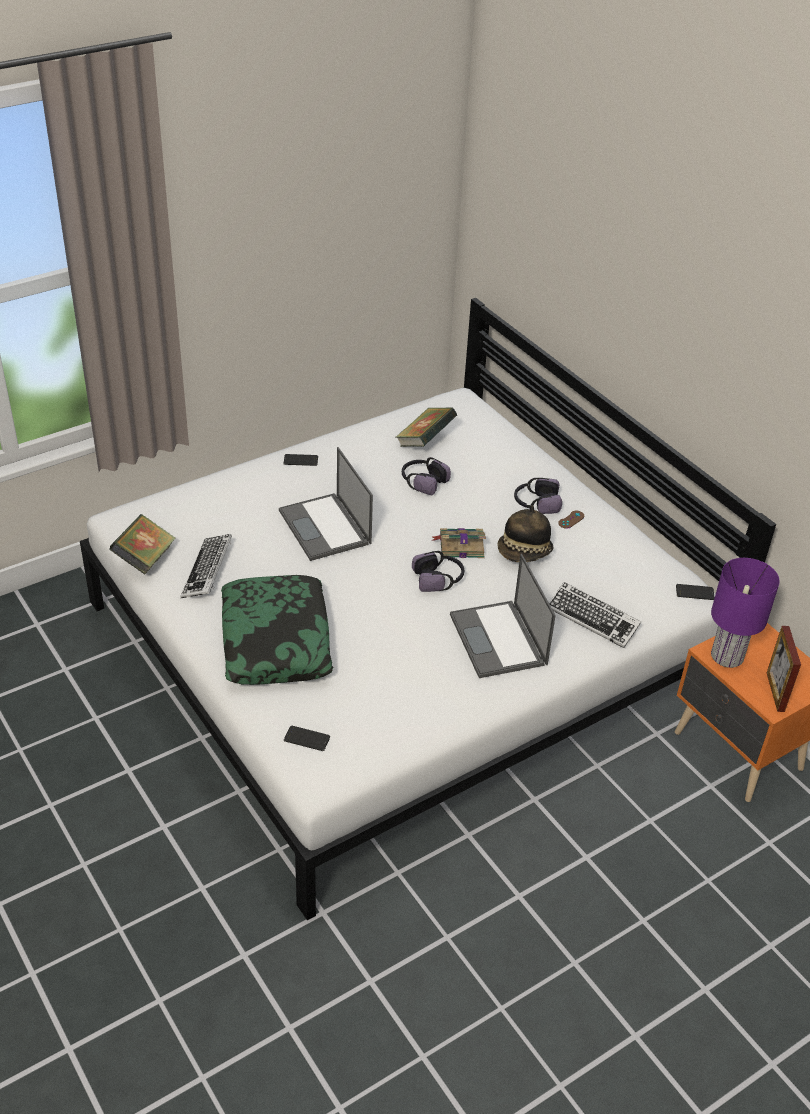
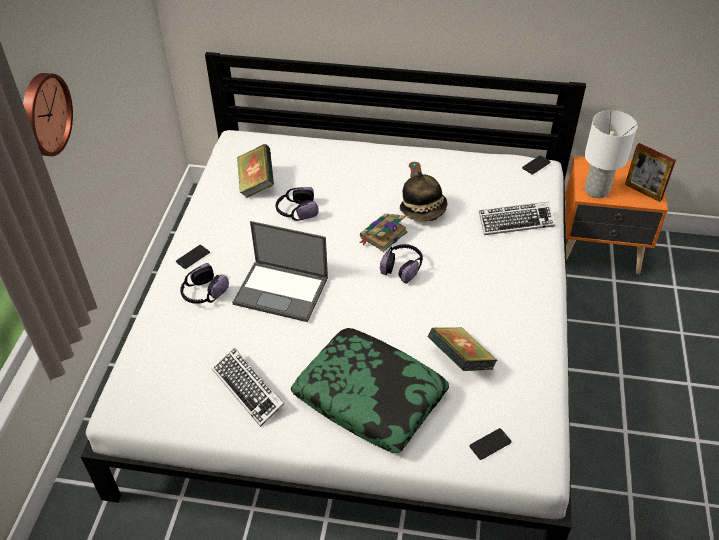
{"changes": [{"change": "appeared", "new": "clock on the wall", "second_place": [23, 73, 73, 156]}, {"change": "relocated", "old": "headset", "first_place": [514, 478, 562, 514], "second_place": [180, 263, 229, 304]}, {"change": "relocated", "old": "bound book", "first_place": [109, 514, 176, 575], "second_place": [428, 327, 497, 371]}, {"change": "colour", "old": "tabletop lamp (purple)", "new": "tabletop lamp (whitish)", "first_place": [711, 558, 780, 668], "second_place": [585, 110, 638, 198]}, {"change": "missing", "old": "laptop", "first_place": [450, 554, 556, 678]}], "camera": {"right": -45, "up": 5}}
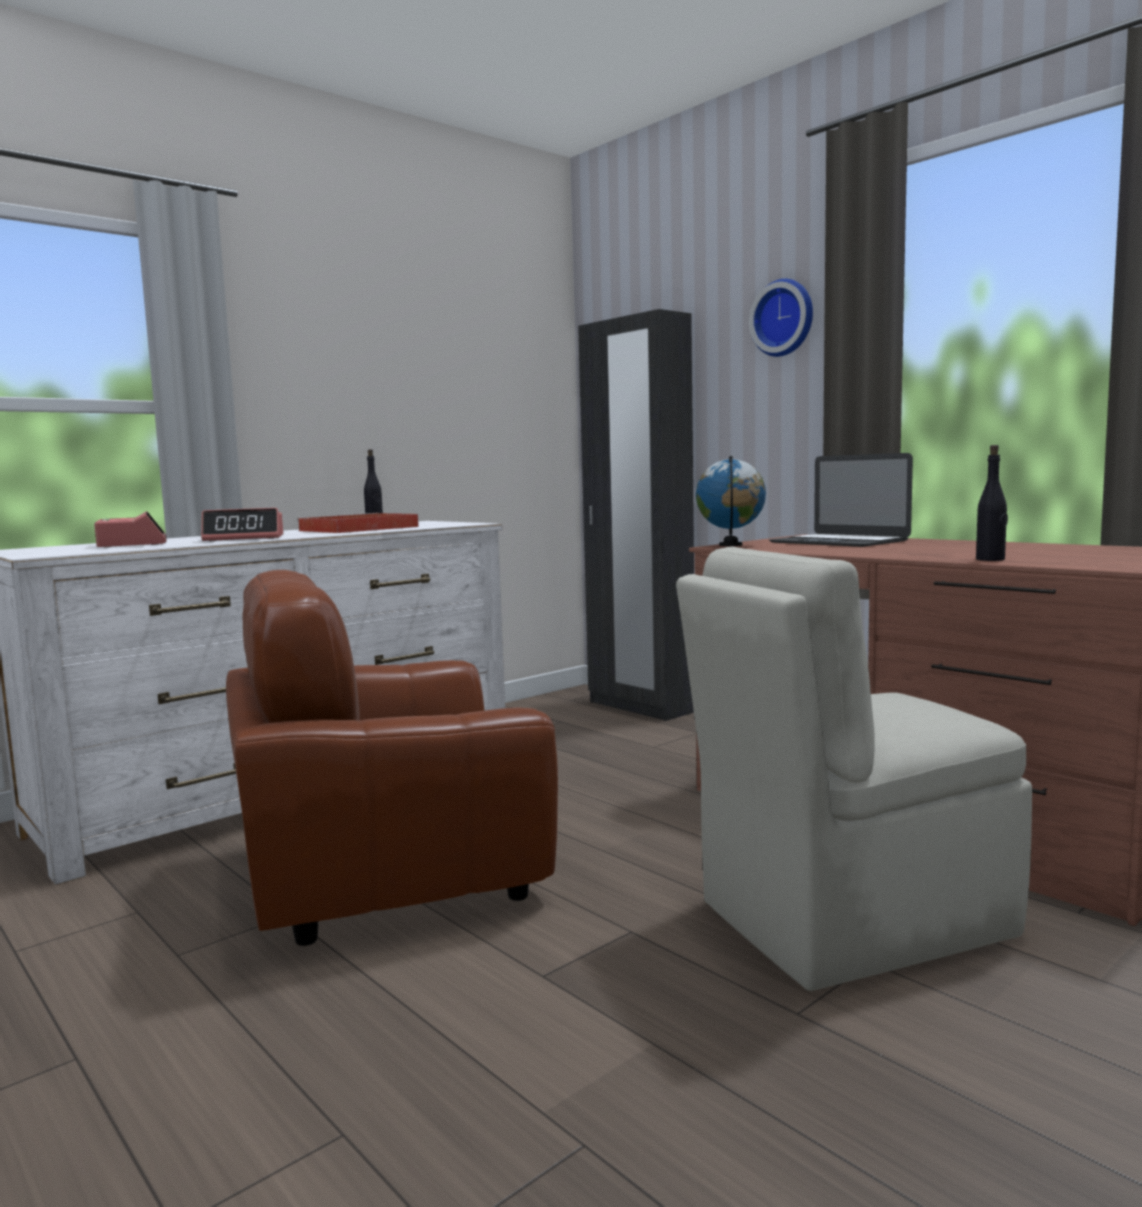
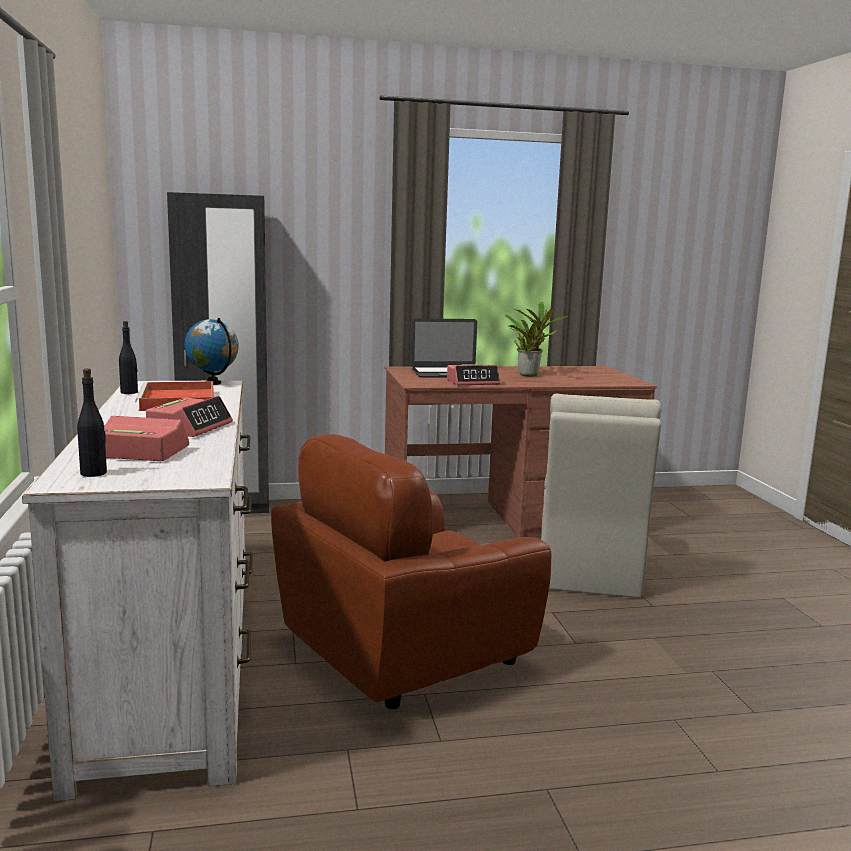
{"changes": [{"change": "relocated", "old": "drink bottle (black-coloured)", "first_place": [976, 445, 1008, 561], "second_place": [77, 368, 107, 477]}, {"change": "relocated", "old": "globe", "first_place": [696, 456, 766, 546], "second_place": [185, 318, 239, 385]}, {"change": "spun", "old": "armchair (brownish)", "first_place": [226, 570, 558, 946], "second_place": [271, 434, 551, 709], "degrees": 45}, {"change": "appeared", "new": "alarm clock", "second_place": [447, 364, 500, 385]}, {"change": "appeared", "new": "houseplant", "second_place": [505, 302, 568, 376]}, {"change": "missing", "old": "clock on the wall", "first_place": [749, 279, 813, 357]}], "camera": {"right": -60, "up": 5}}
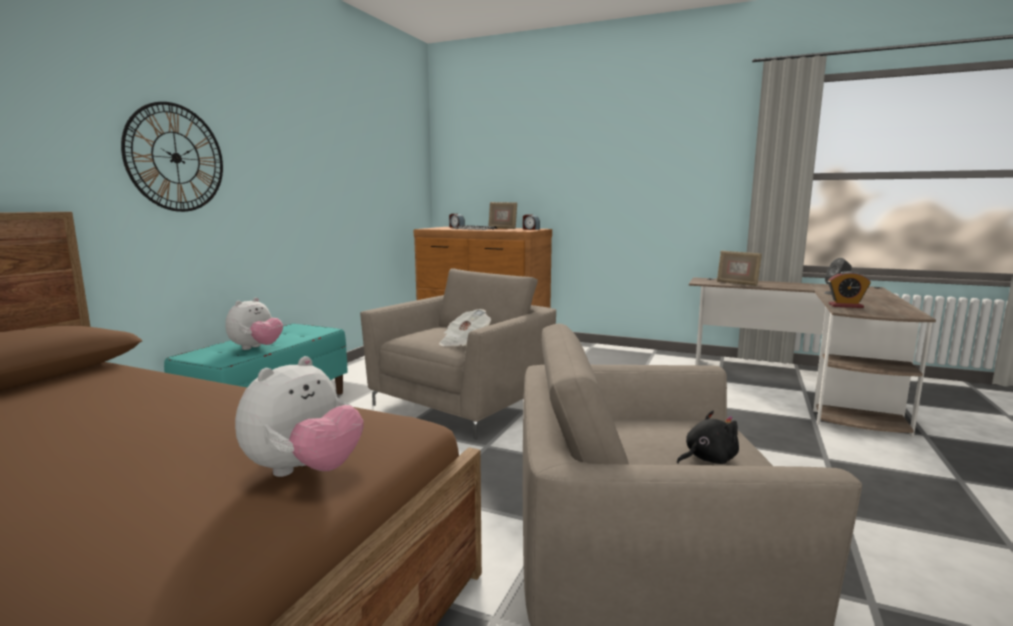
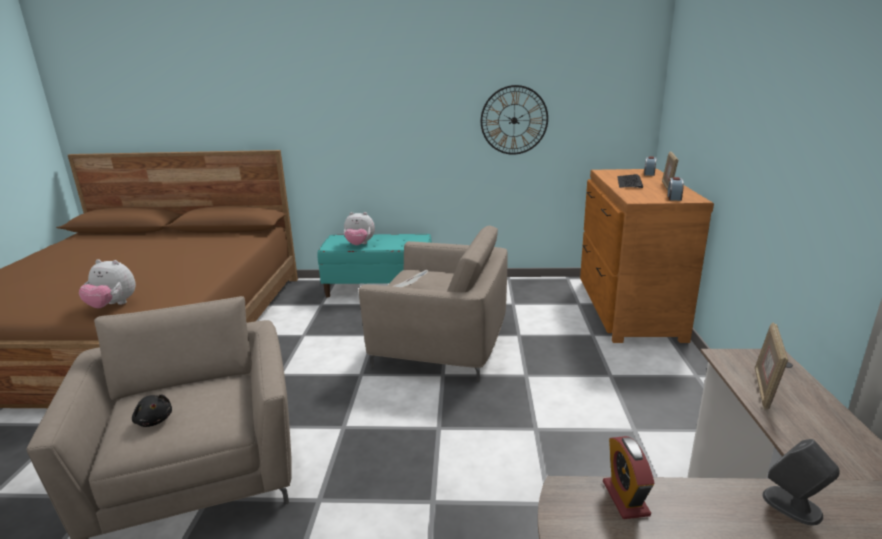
{"changes": [{"change": "relocated", "old": "clock on the wall", "first_place": [121, 102, 223, 212], "second_place": [481, 85, 548, 155]}], "camera": {"right": 70, "up": 10}}
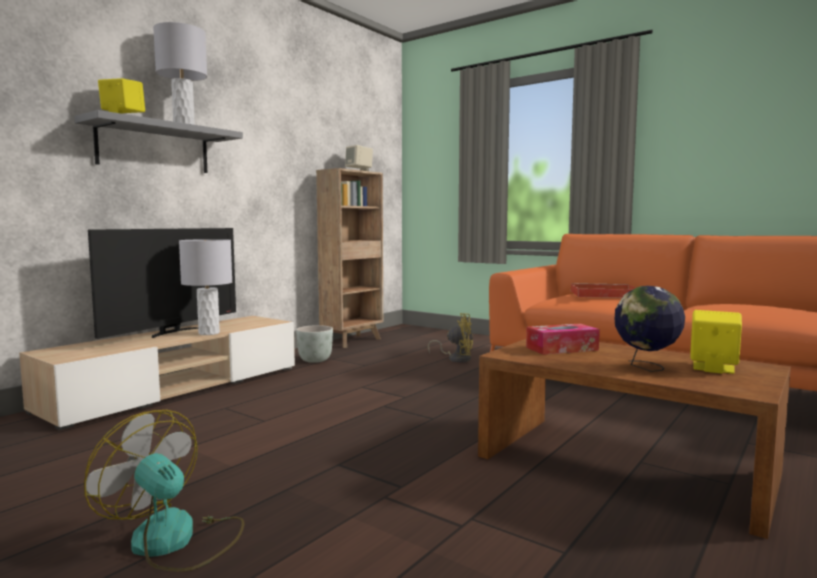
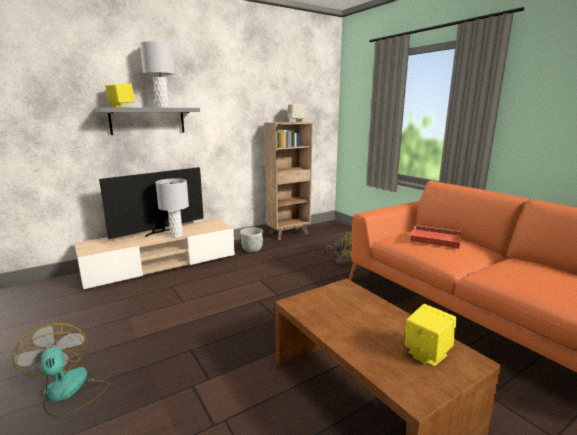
{"changes": [{"change": "missing", "old": "box of tissues", "first_place": [526, 324, 600, 355]}, {"change": "missing", "old": "globe", "first_place": [615, 286, 685, 372]}], "camera": {"right": 20, "up": 10}}
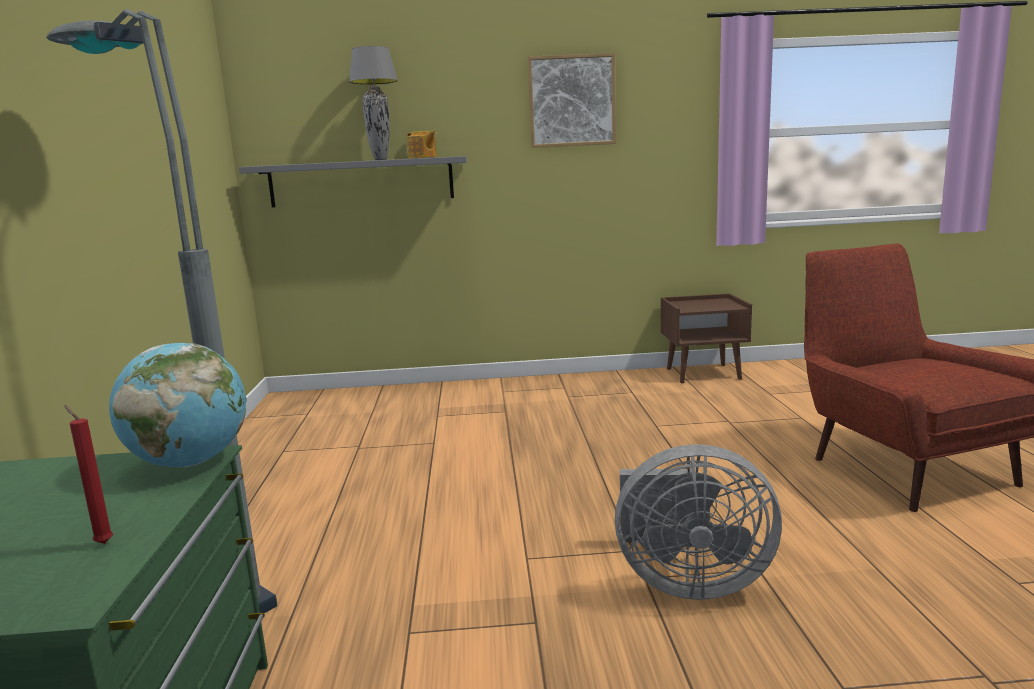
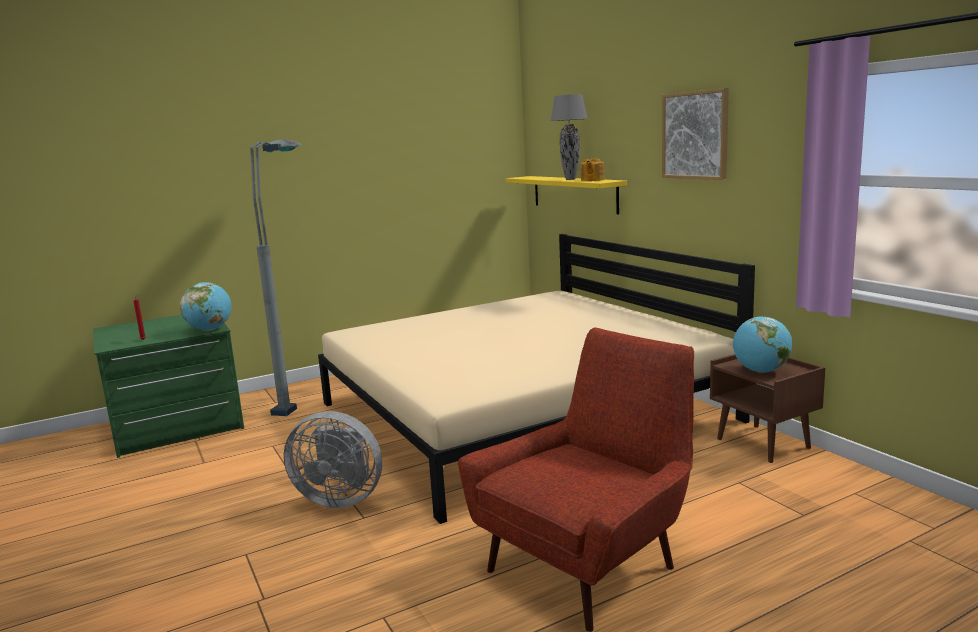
{"changes": [{"change": "spun", "old": "electric fan (greyish)", "first_place": [615, 444, 782, 600], "second_place": [284, 411, 382, 508], "degrees": -60}, {"change": "appeared", "new": "bed (beige-coloured)", "second_place": [318, 234, 755, 524]}, {"change": "colour", "old": "wall shelf (greyish)", "new": "wall shelf (yellow)", "first_place": [239, 156, 467, 207], "second_place": [506, 176, 627, 214]}, {"change": "appeared", "new": "globe", "second_place": [733, 316, 792, 373]}], "camera": {"right": 65, "up": 0}}
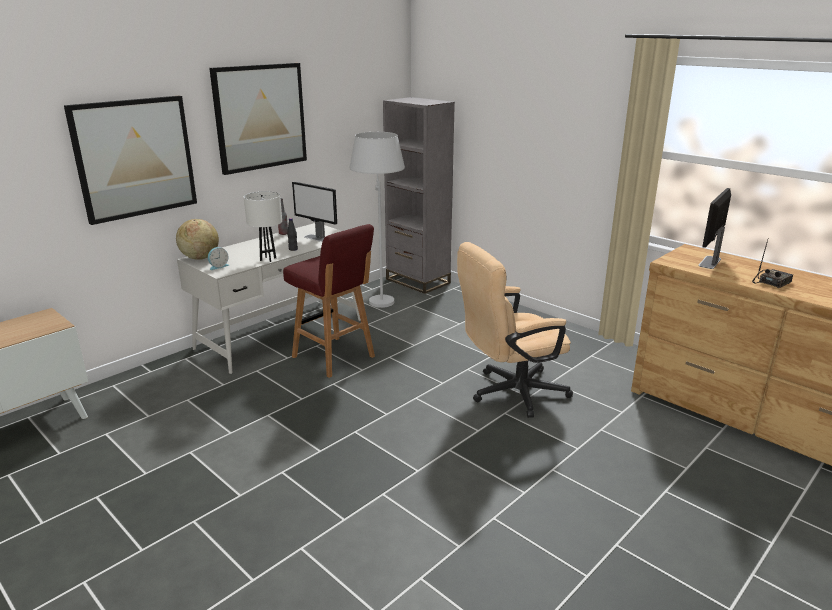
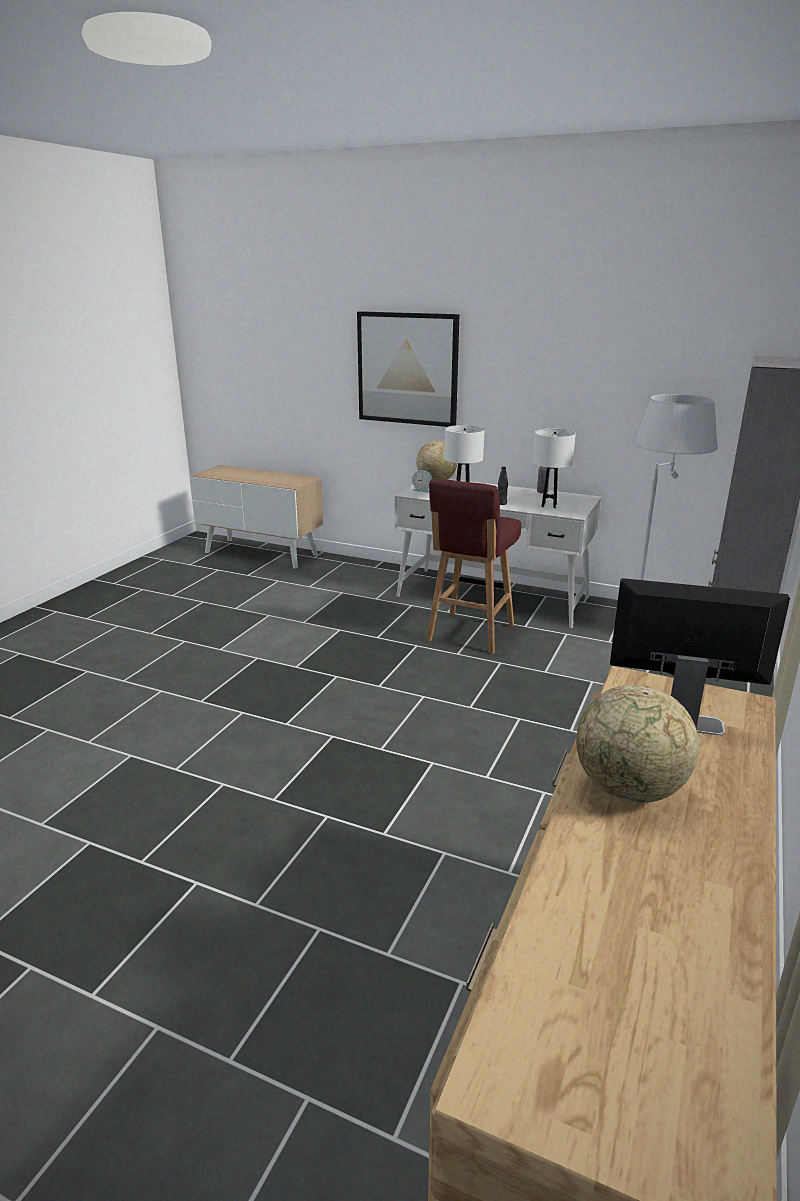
{"changes": [{"change": "exchanged", "old": "computer display", "new": "tabletop lamp (whitish)", "first_place": [292, 182, 337, 242], "second_place": [533, 429, 576, 508]}, {"change": "exchanged", "old": "radio receiver", "new": "globe", "first_place": [752, 240, 793, 288], "second_place": [576, 684, 699, 803]}, {"change": "missing", "old": "wall art", "first_place": [209, 63, 307, 175]}, {"change": "missing", "old": "desk chair (beige-coloured)", "first_place": [457, 242, 573, 418]}], "camera": {"right": 70, "up": 0}}
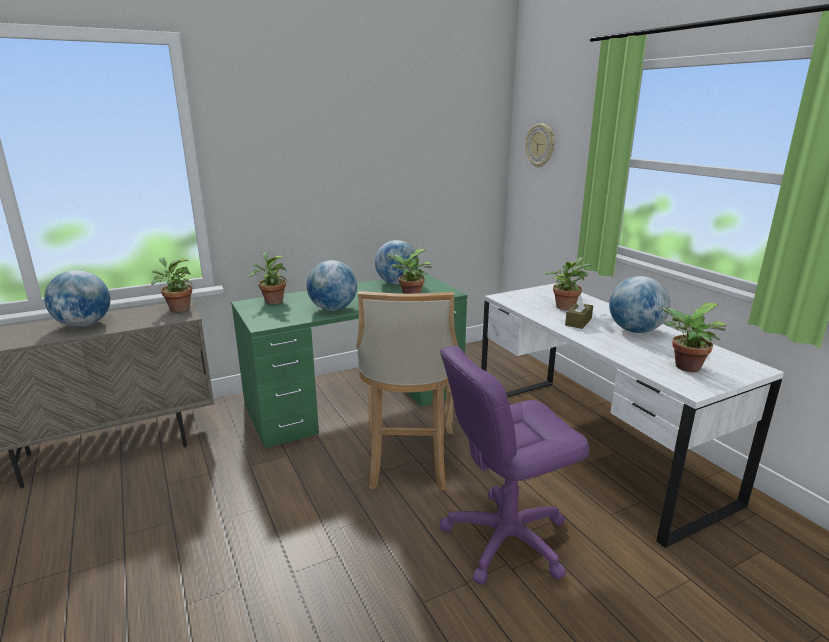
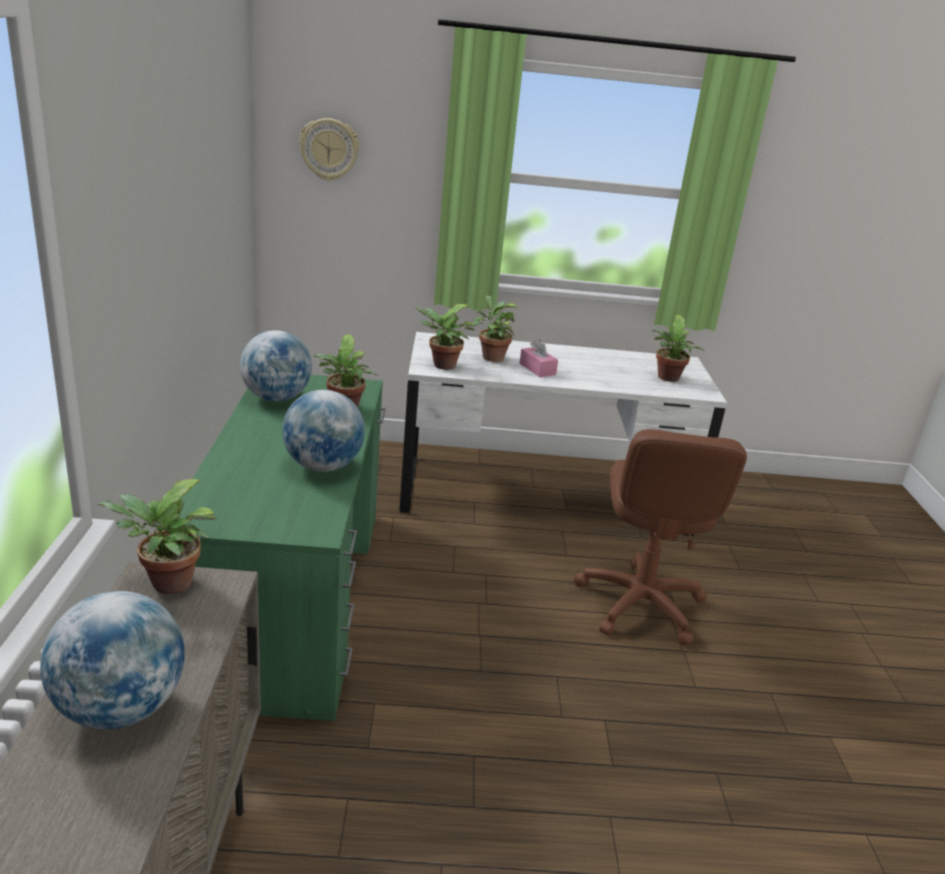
{"changes": [{"change": "relocated", "old": "houseplant", "first_place": [249, 253, 287, 304], "second_place": [414, 304, 475, 370]}, {"change": "colour", "old": "box of tissues (brownish)", "new": "box of tissues (pinkish)", "first_place": [565, 295, 593, 329], "second_place": [519, 339, 558, 377]}, {"change": "colour", "old": "desk chair (purple)", "new": "desk chair (brownish)", "first_place": [439, 346, 590, 585], "second_place": [574, 429, 747, 645]}, {"change": "missing", "old": "sitting stool (beige-coloured)", "first_place": [356, 291, 459, 491]}, {"change": "missing", "old": "globe", "first_place": [609, 276, 670, 333]}], "camera": {"right": -65, "up": 5}}
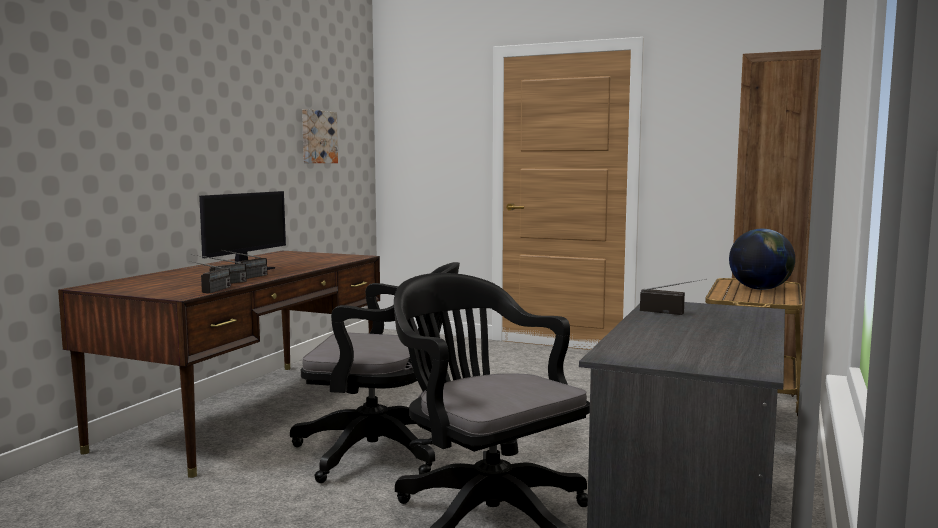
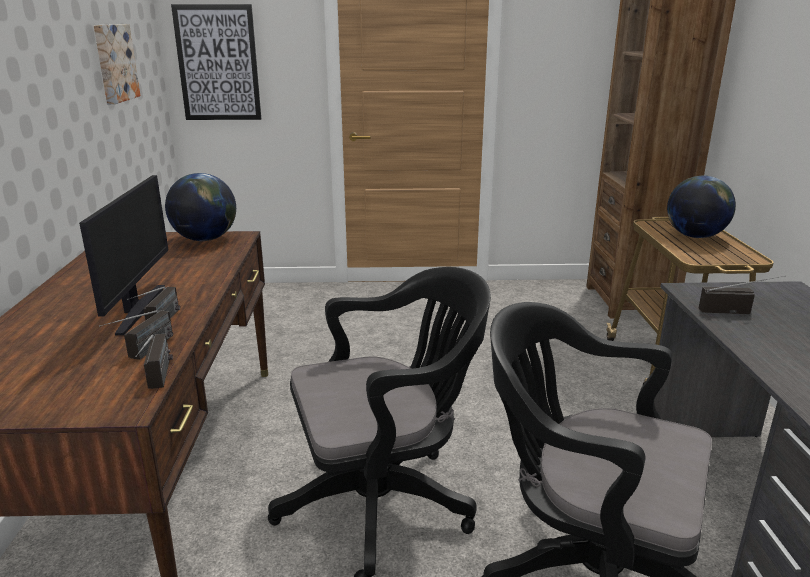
{"changes": [{"change": "appeared", "new": "globe", "second_place": [165, 173, 236, 241]}, {"change": "appeared", "new": "wall art", "second_place": [171, 4, 261, 120]}], "camera": {"right": -25, "up": 15}}
